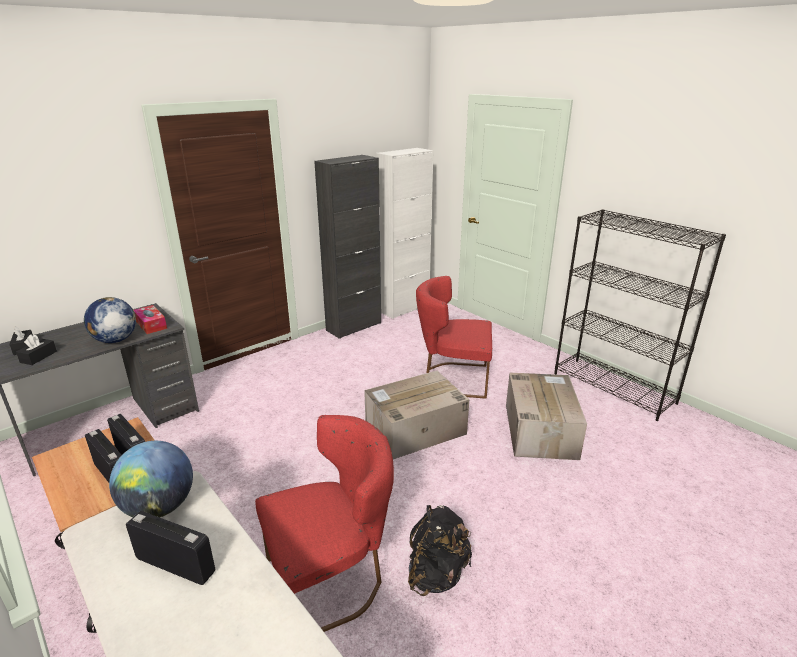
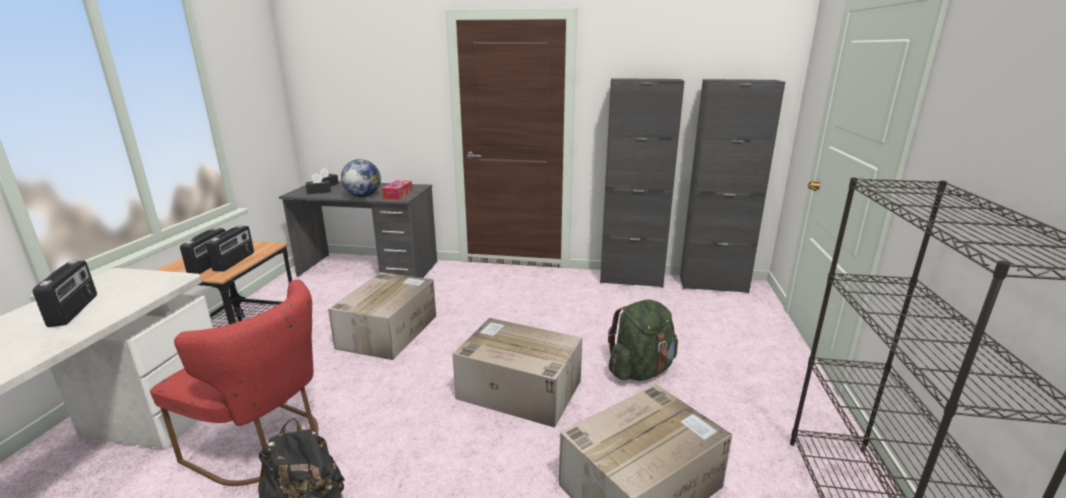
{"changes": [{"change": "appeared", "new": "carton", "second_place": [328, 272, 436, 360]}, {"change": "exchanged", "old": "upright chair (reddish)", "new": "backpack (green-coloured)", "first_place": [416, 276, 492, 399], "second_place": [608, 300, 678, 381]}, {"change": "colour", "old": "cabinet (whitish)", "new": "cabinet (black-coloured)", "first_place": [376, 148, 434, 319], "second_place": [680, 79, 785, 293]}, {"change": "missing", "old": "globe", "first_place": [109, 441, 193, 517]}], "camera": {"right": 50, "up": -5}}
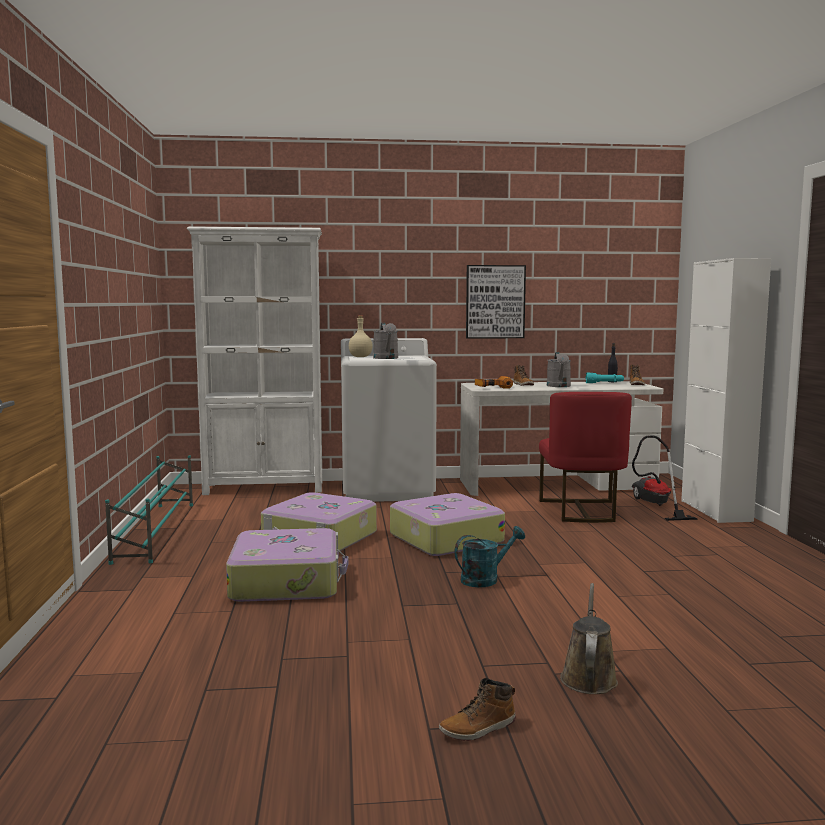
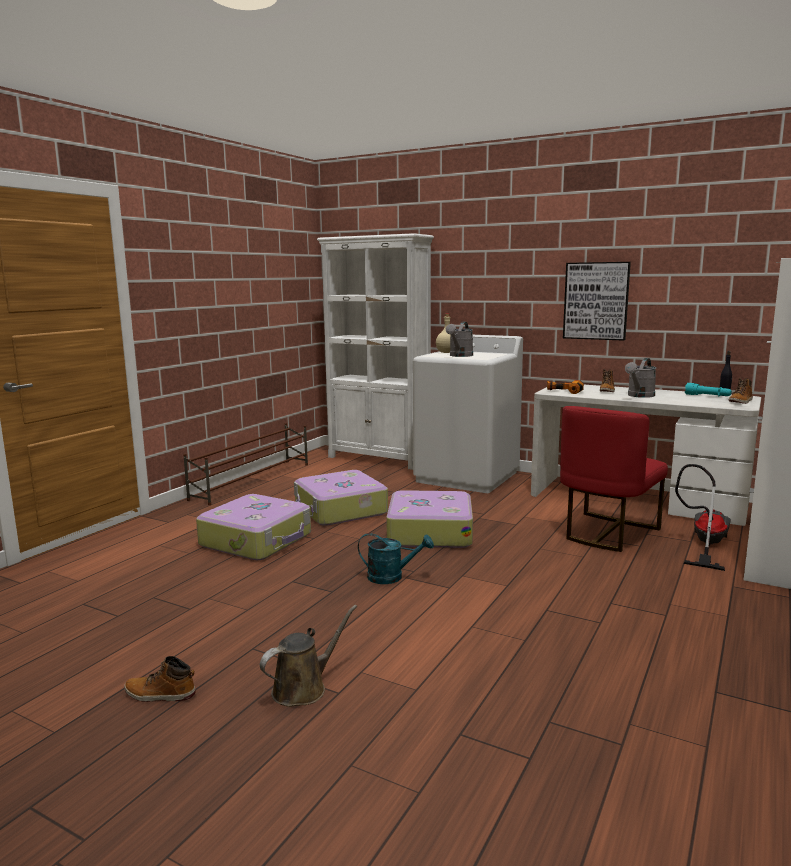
{"changes": [{"change": "colour", "old": "shoe stand (turquoise)", "new": "shoe stand (brownish)", "first_place": [105, 455, 193, 565], "second_place": [183, 423, 308, 505]}], "camera": {"right": 35, "up": 5}}
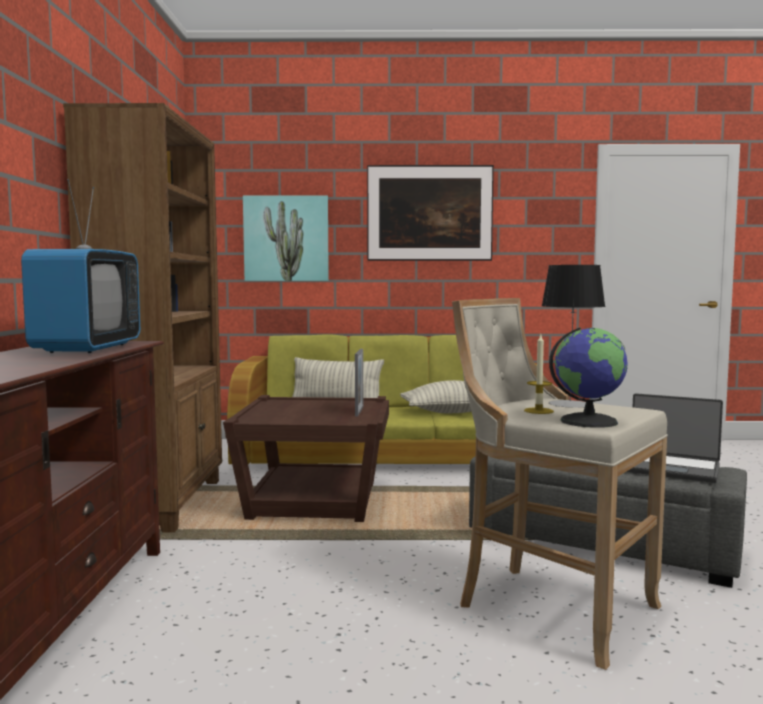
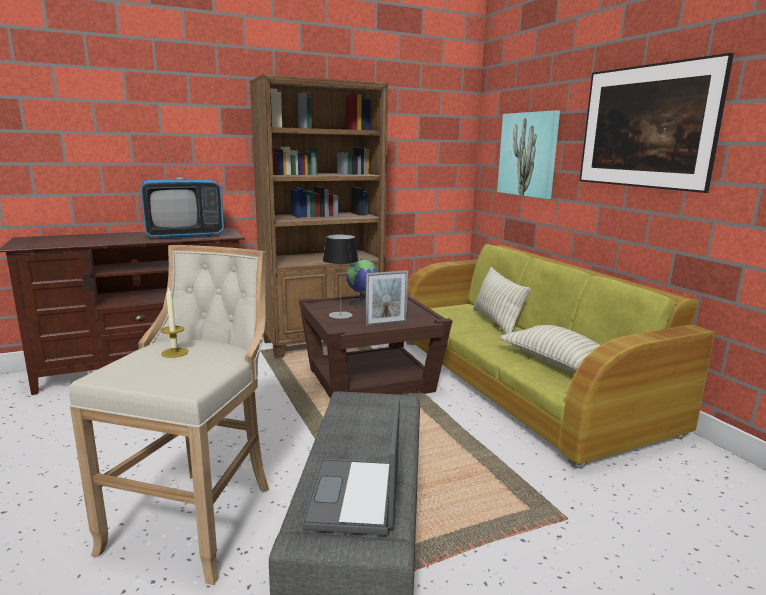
{"changes": [{"change": "relocated", "old": "tabletop lamp", "first_place": [542, 265, 605, 408], "second_place": [323, 234, 359, 319]}, {"change": "relocated", "old": "globe", "first_place": [549, 328, 628, 428], "second_place": [346, 259, 378, 307]}], "camera": {"right": 65, "up": 10}}
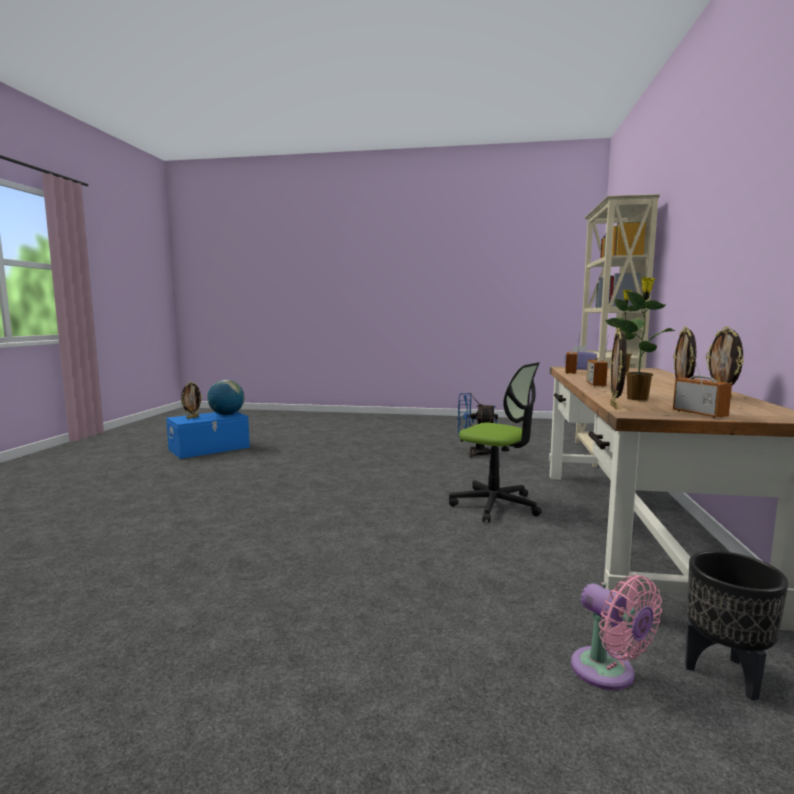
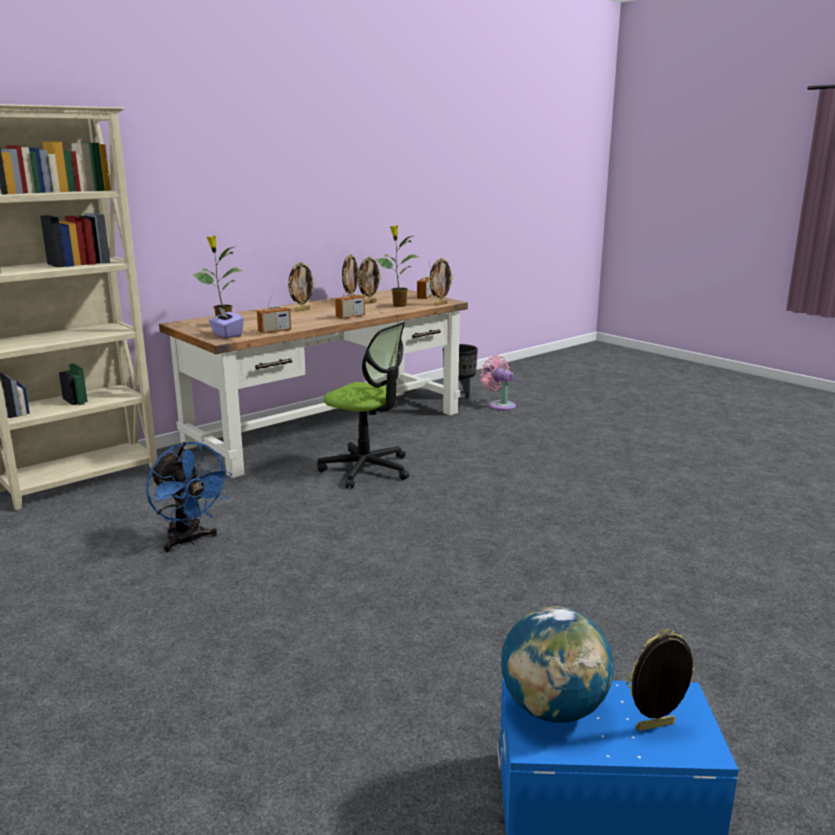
{"changes": [{"change": "appeared", "new": "photo frame", "second_place": [288, 262, 315, 312]}, {"change": "spun", "old": "desk chair", "first_place": [449, 362, 542, 523], "second_place": [317, 322, 409, 489], "degrees": 135}, {"change": "spun", "old": "electric fan (pinkish)", "first_place": [571, 575, 662, 690], "second_place": [480, 355, 516, 411], "degrees": -45}], "camera": {"right": -140, "up": 10}}
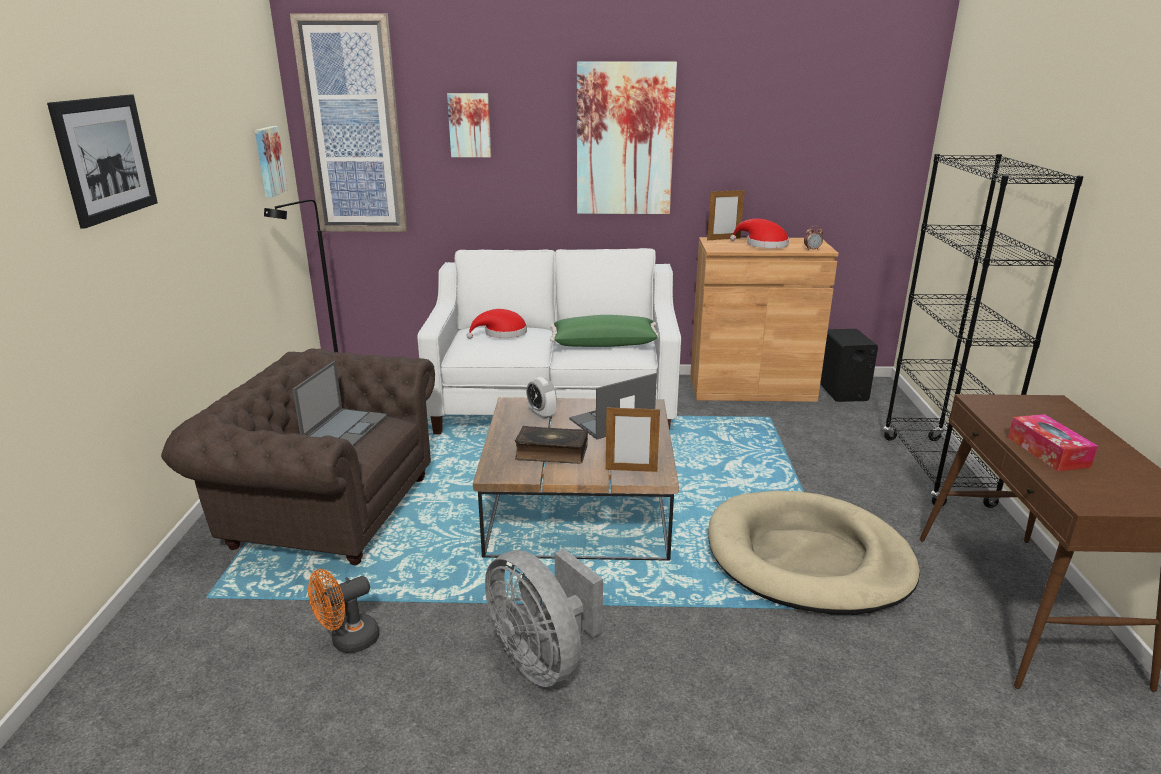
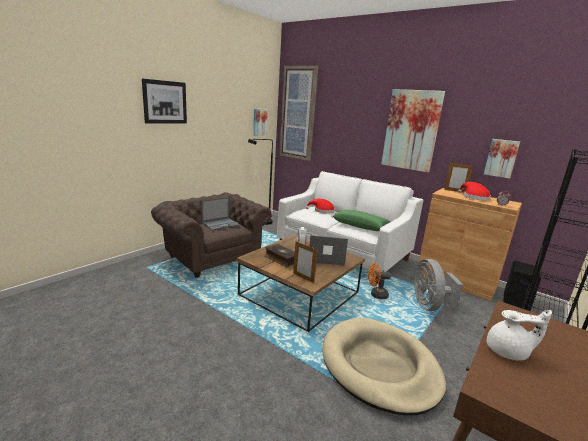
{"changes": [{"change": "relocated", "old": "electric fan (orange-coloured)", "first_place": [308, 569, 379, 653], "second_place": [368, 263, 391, 299]}, {"change": "relocated", "old": "electric fan (greyish)", "first_place": [485, 549, 603, 687], "second_place": [414, 259, 463, 311]}, {"change": "relocated", "old": "wall art", "first_place": [447, 93, 491, 157], "second_place": [484, 139, 520, 179]}, {"change": "exchanged", "old": "box of tissues", "new": "pot for tea (whitish)", "first_place": [1008, 414, 1098, 471], "second_place": [487, 310, 552, 361]}], "camera": {"right": 35, "up": -5}}
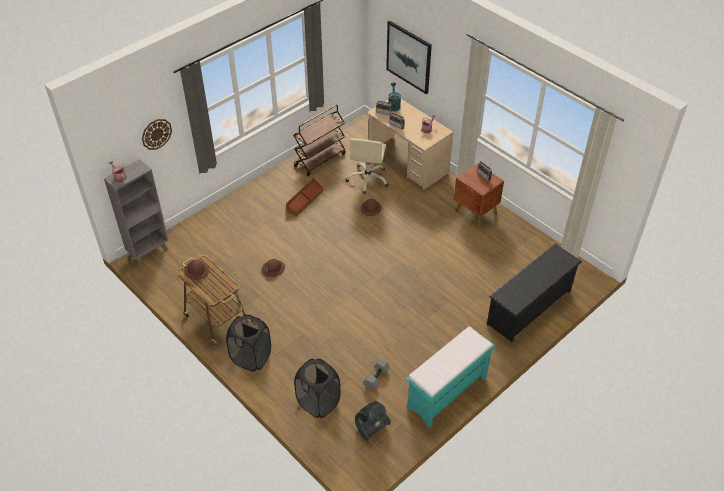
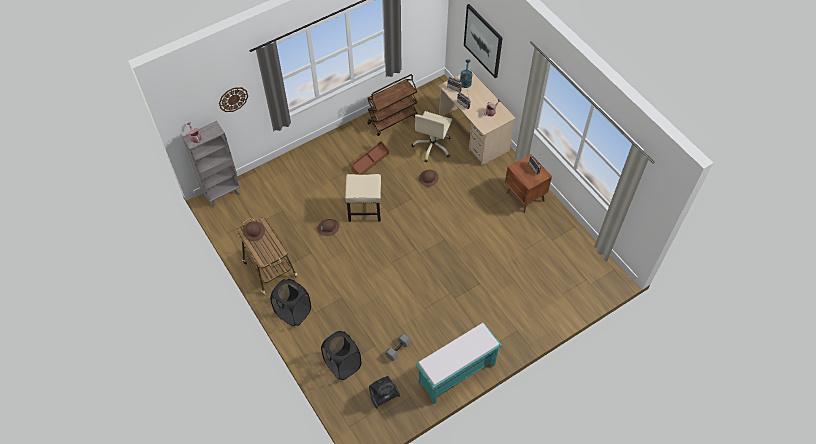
{"changes": [{"change": "appeared", "new": "sitting stool (beige-coloured)", "second_place": [345, 174, 381, 222]}, {"change": "missing", "old": "shoe stand (black-coloured)", "first_place": [487, 244, 582, 342]}], "camera": {"right": 10, "up": 10}}
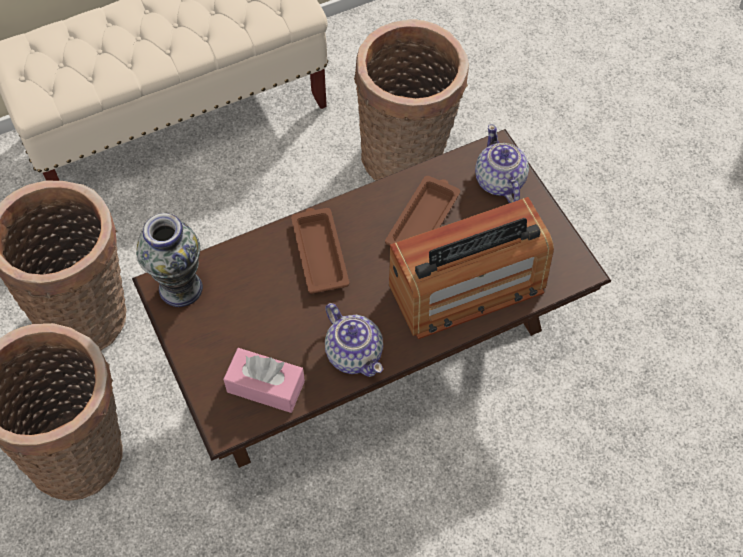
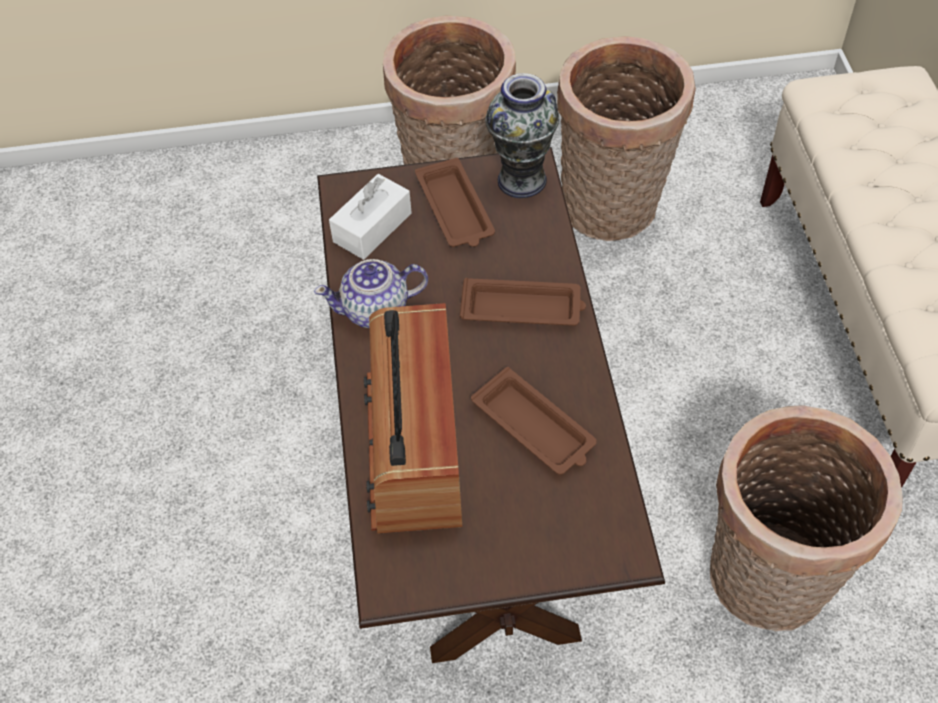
{"changes": [{"change": "colour", "old": "box of tissues (pinkish)", "new": "box of tissues (whitish)", "first_place": [223, 348, 305, 413], "second_place": [329, 174, 412, 260]}, {"change": "appeared", "new": "tray (brownish)", "second_place": [415, 158, 495, 247]}, {"change": "missing", "old": "pot for tea", "first_place": [475, 124, 529, 203]}], "camera": {"right": 110, "up": -5}}
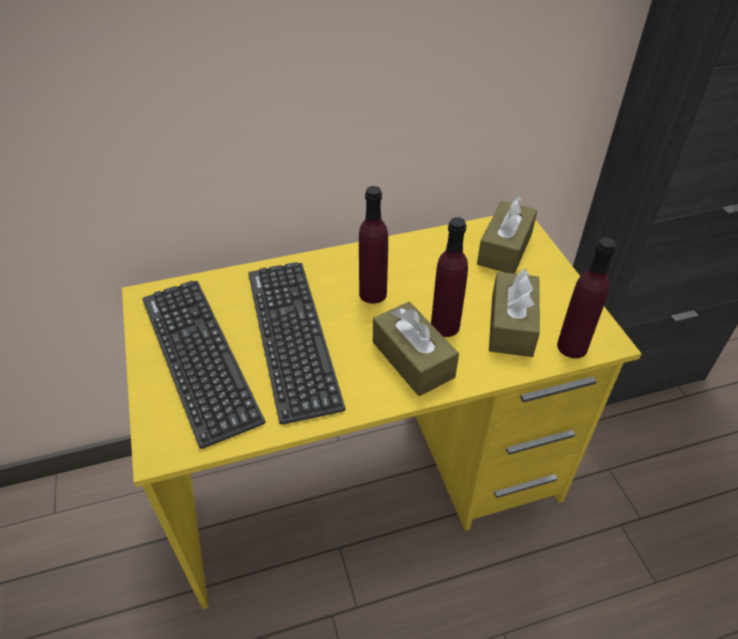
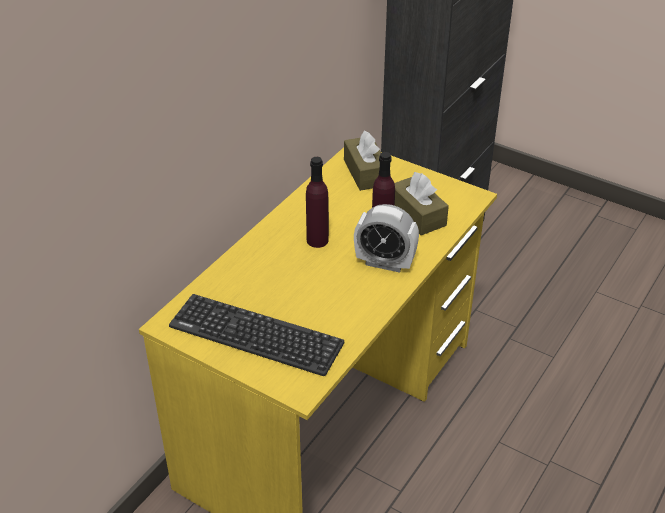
{"changes": [{"change": "exchanged", "old": "box of tissues (brownish)", "new": "alarm clock", "first_place": [373, 302, 459, 396], "second_place": [354, 204, 419, 273]}, {"change": "missing", "old": "PC keyboard", "first_place": [248, 262, 346, 425]}, {"change": "missing", "old": "drink bottle (purple)", "first_place": [557, 237, 616, 358]}], "camera": {"right": -40, "up": -5}}
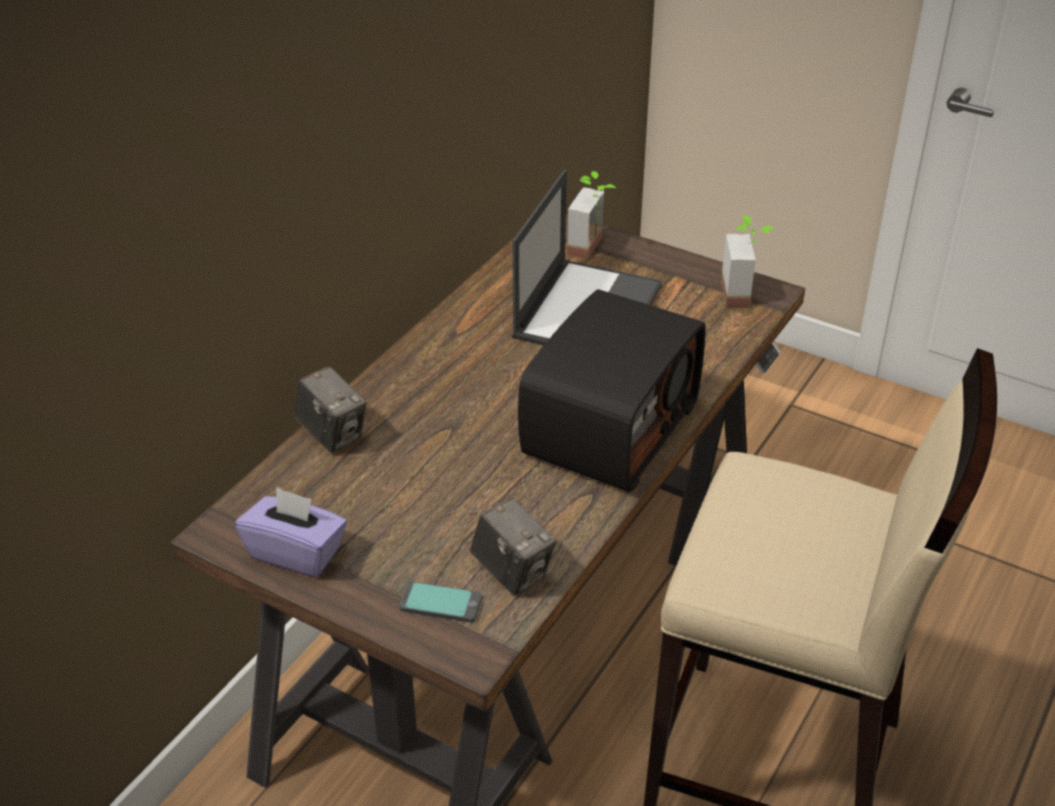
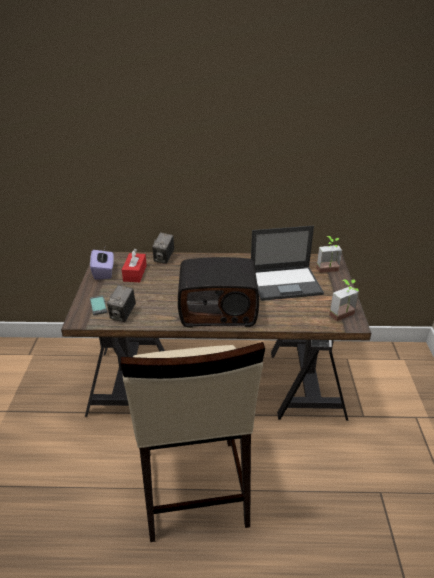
{"changes": [{"change": "appeared", "new": "box of tissues (reddish)", "second_place": [122, 249, 147, 282]}], "camera": {"right": 60, "up": -5}}
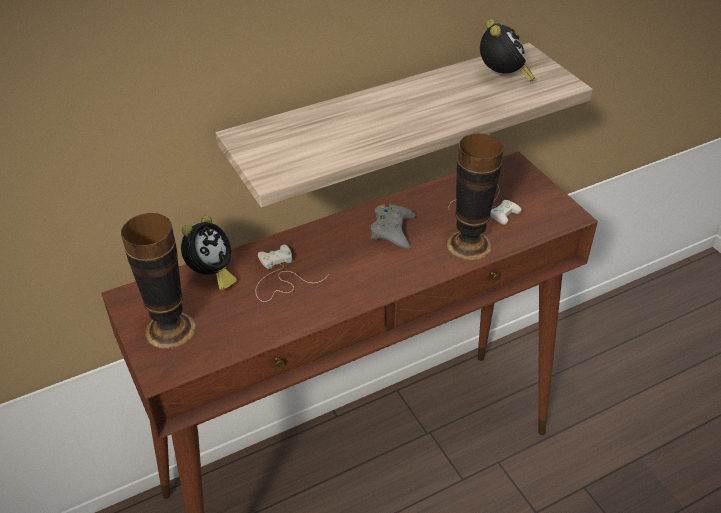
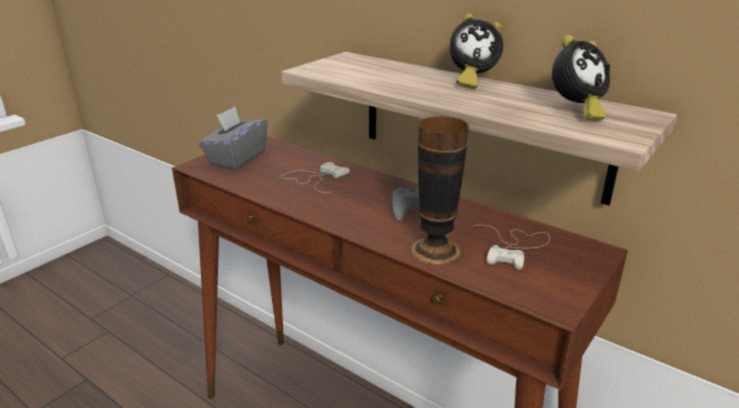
{"changes": [{"change": "exchanged", "old": "vase", "new": "box of tissues (greyish)", "first_place": [121, 213, 196, 349], "second_place": [199, 107, 268, 170]}, {"change": "relocated", "old": "alarm clock", "first_place": [181, 215, 237, 290], "second_place": [450, 13, 503, 89]}], "camera": {"right": 65, "up": -15}}
